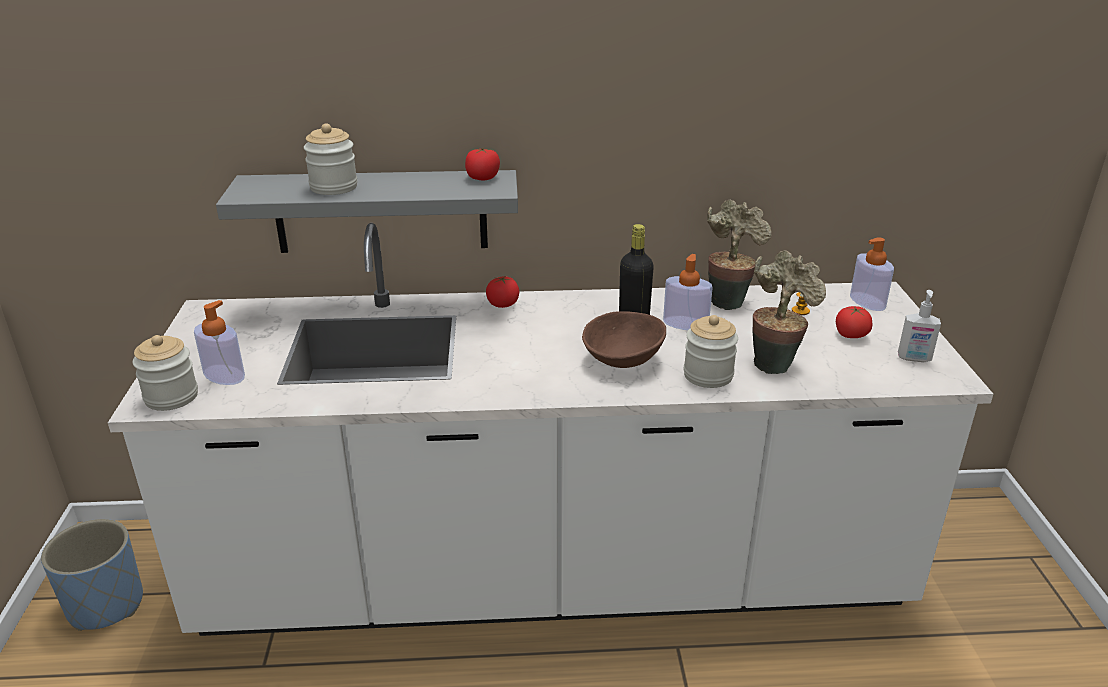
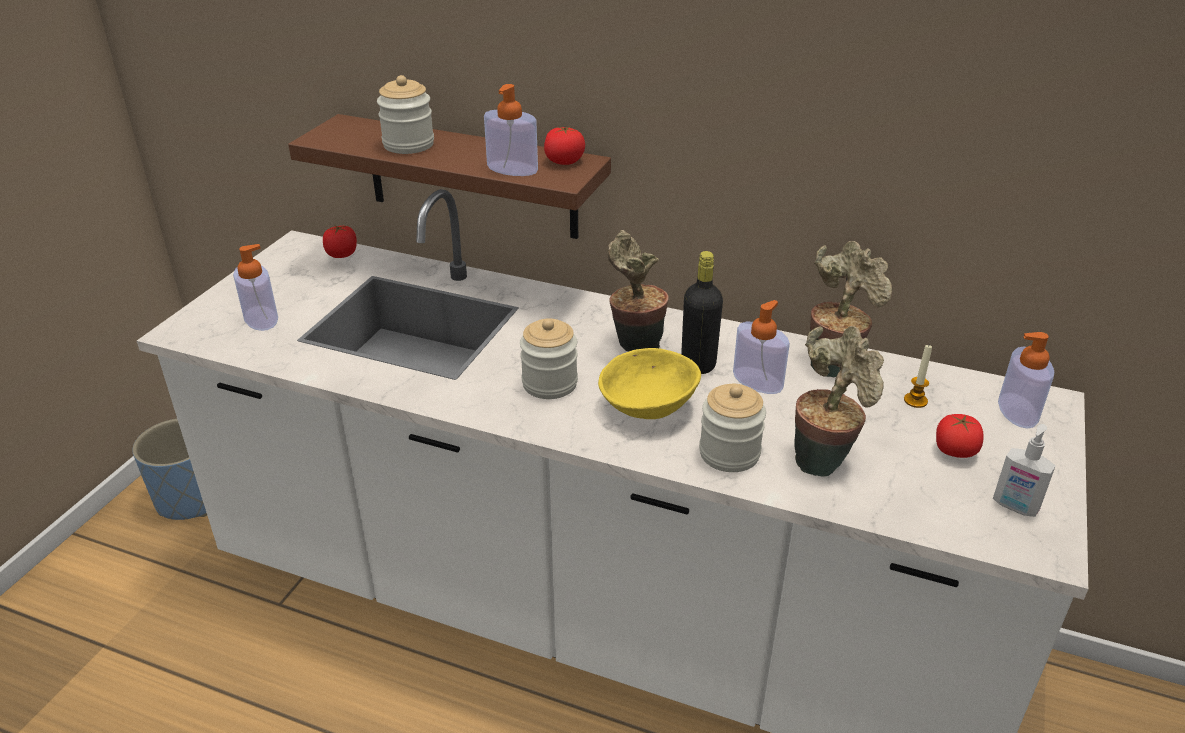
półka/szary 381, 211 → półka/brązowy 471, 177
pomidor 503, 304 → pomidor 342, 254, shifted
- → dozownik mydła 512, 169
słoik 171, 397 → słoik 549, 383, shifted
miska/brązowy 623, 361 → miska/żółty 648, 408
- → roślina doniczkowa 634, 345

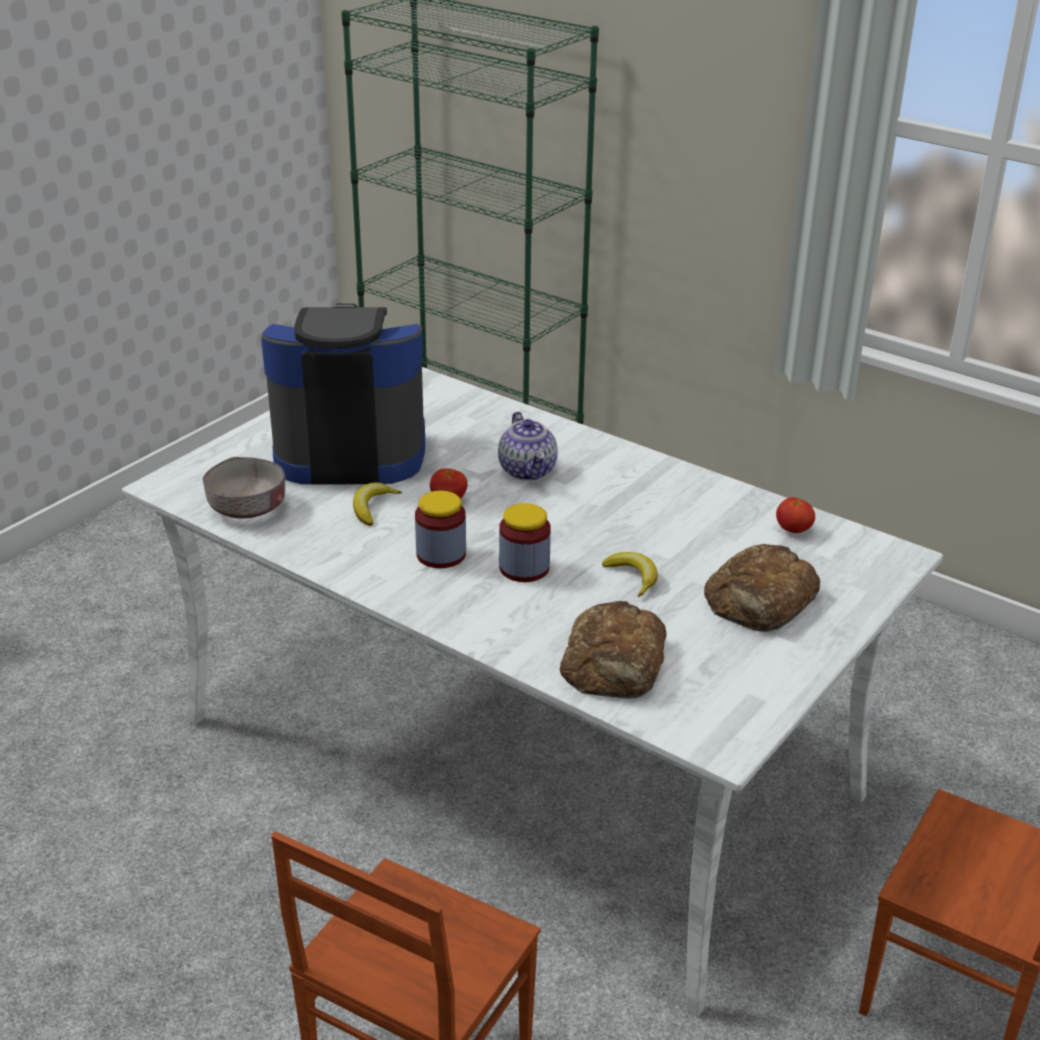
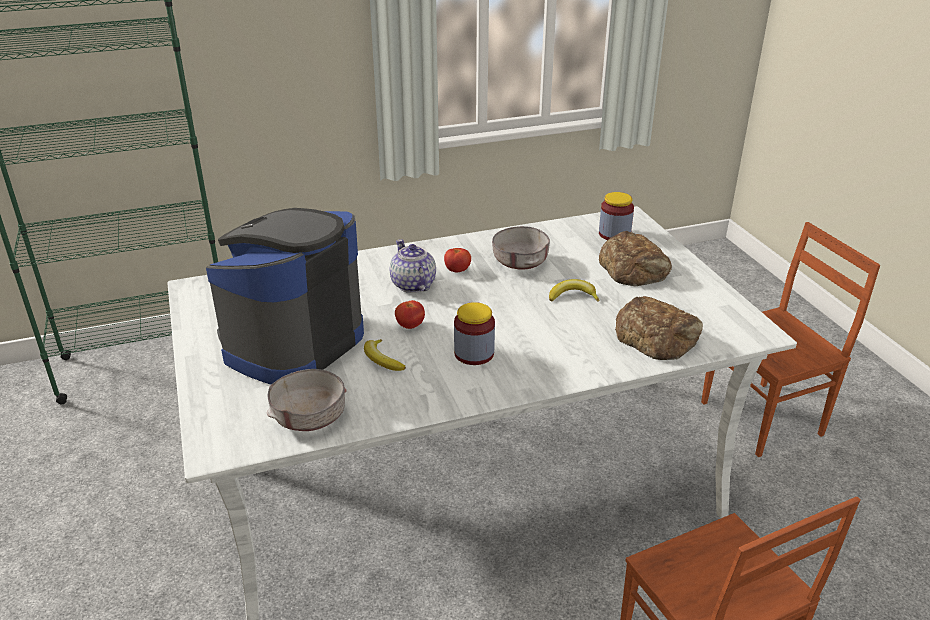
imbryk 528, 471 → imbryk 412, 284, 135 degrees counterclockwise
pomidor 793, 530 → pomidor 457, 271, shifted
- → miska/szary 520, 262
słoik 524, 568 → słoik 614, 234, shifted

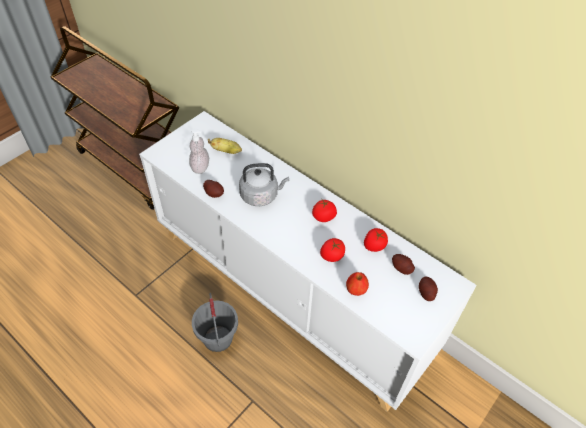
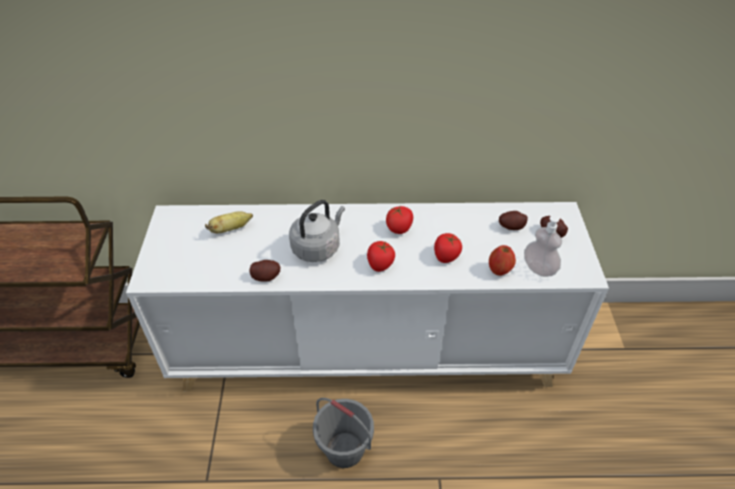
pomidor 374, 246 → pomidor 380, 264, shifted
dozownik mydła 200, 167 → dozownik mydła 539, 268, shifted

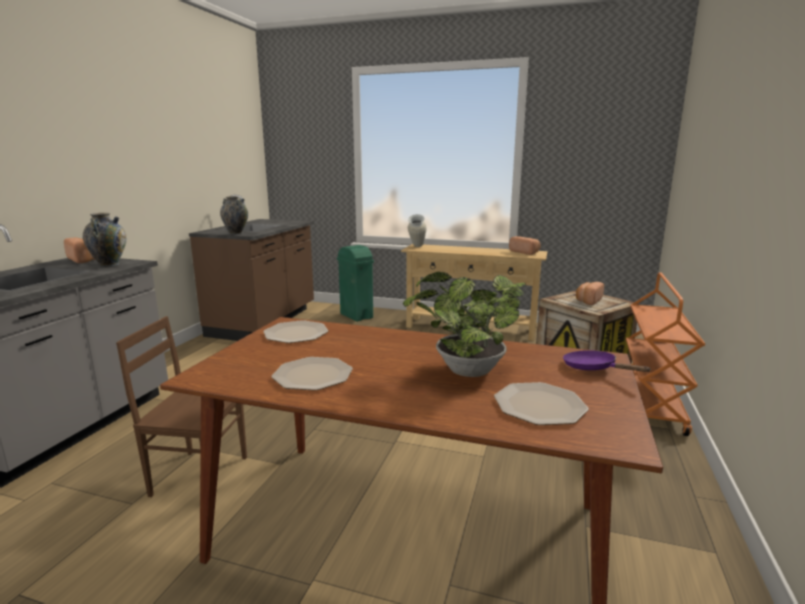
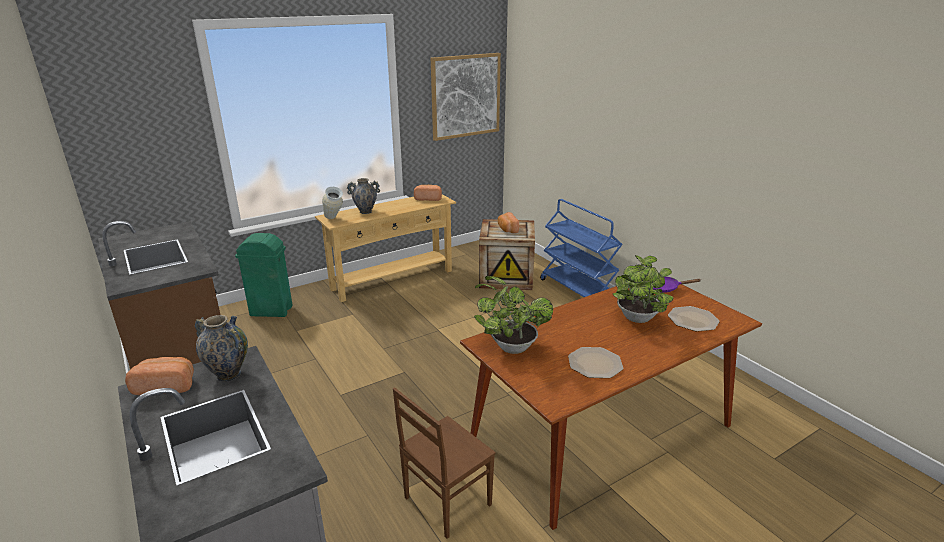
wazon 236, 233 → wazon 365, 212, shifted
- → obraz 465, 96
talerz 295, 333 → roślina doniczkowa 510, 346
wózek/pomarańczowy 651, 406 → wózek/niebieski 577, 290

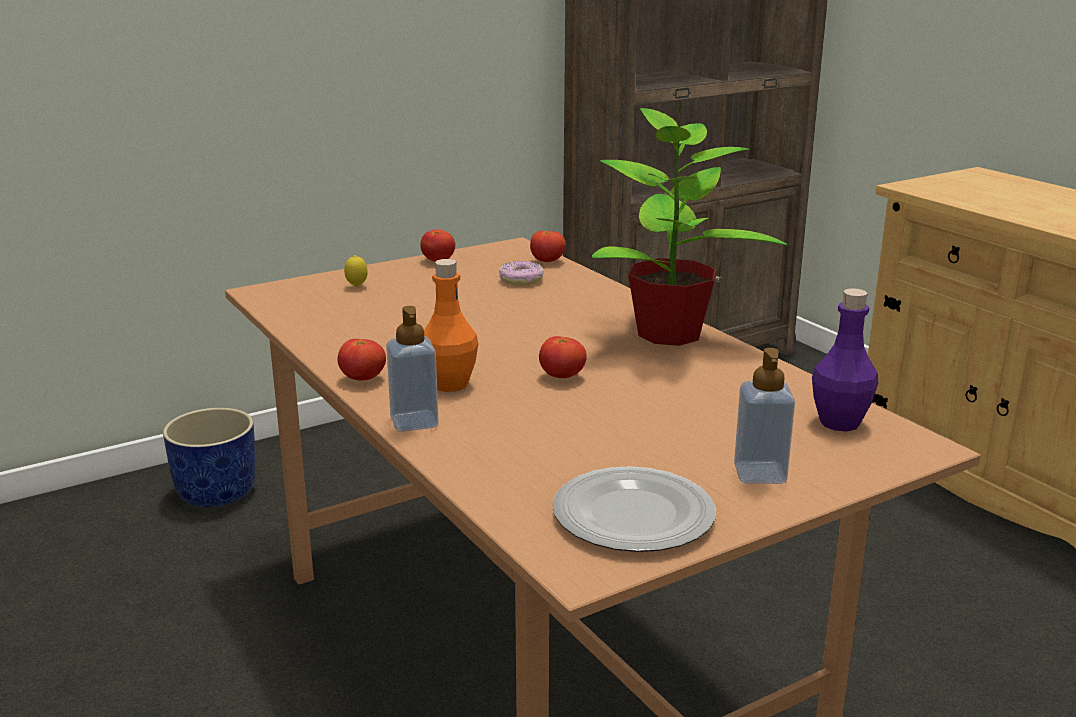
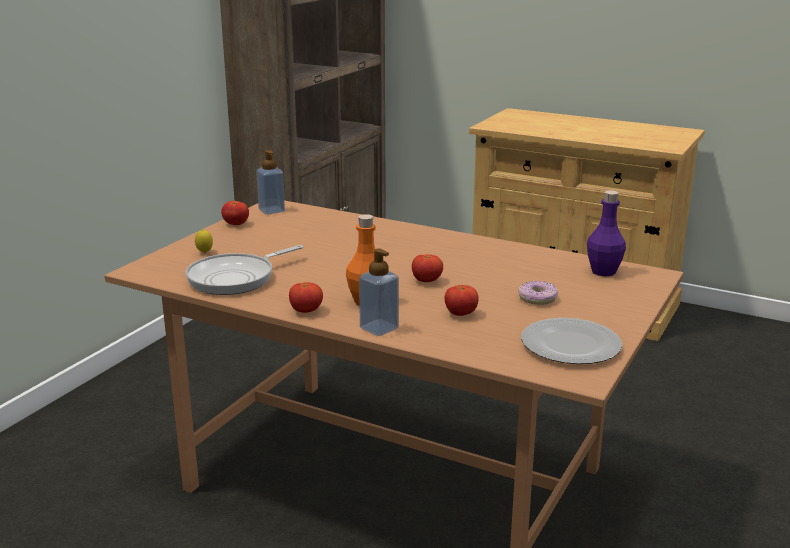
- → patelnia 236, 278
dozownik mydła 760, 473 → dozownik mydła 271, 210, shifted
pomidor 547, 261 → pomidor 461, 314, shifted
donut 521, 280 → donut 538, 299, shifted
donica/niebieski 218, 492 → -
roślina doniczkowa 670, 334 → -

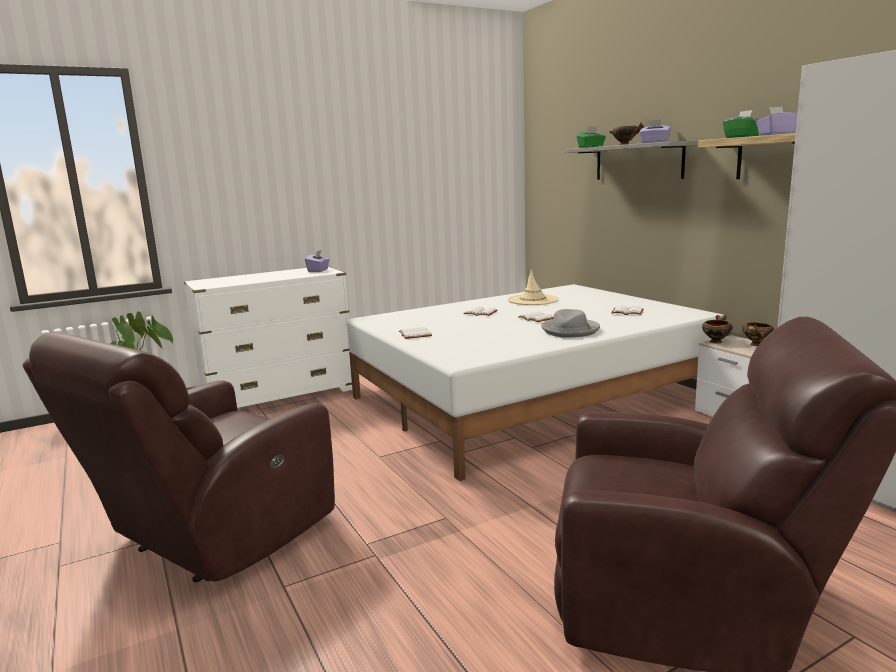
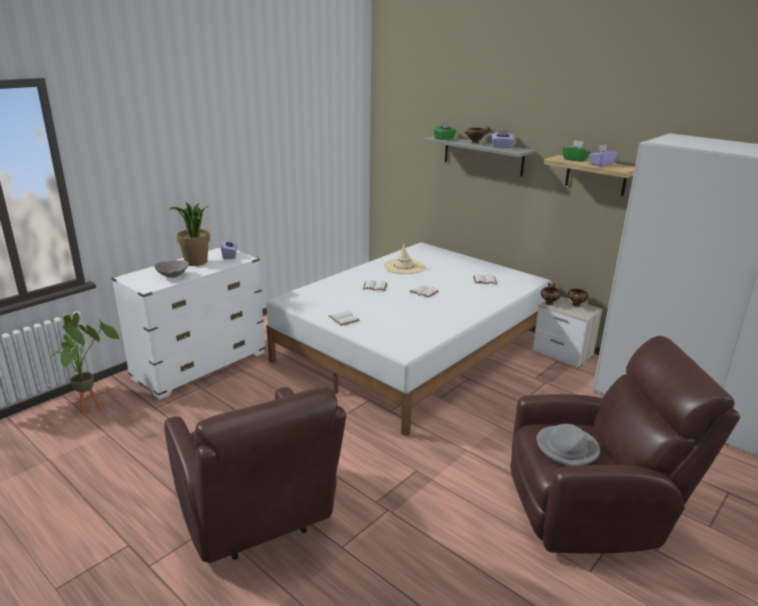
- → miska/szary 172, 276
fotel/brązowy 212, 539 → fotel/brązowy 257, 519, 45 degrees counterclockwise
- → roślina doniczkowa 196, 262
kapelusz/szary 570, 330 → kapelusz/szary 567, 448, shifted

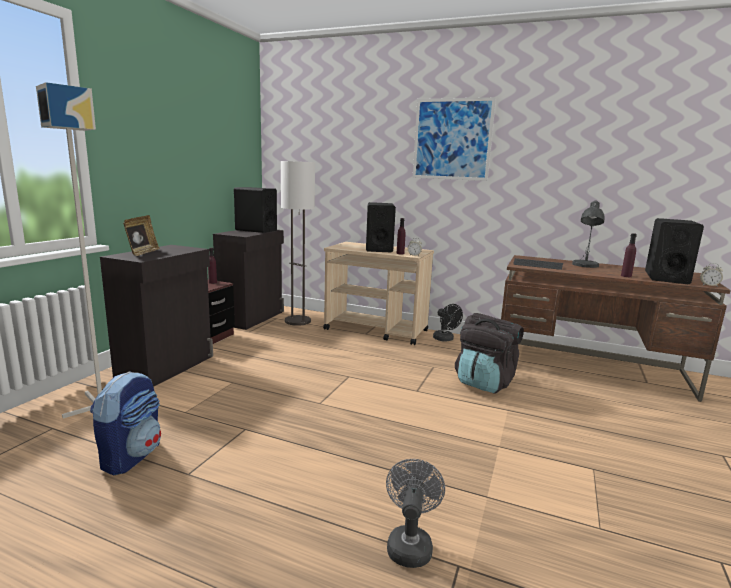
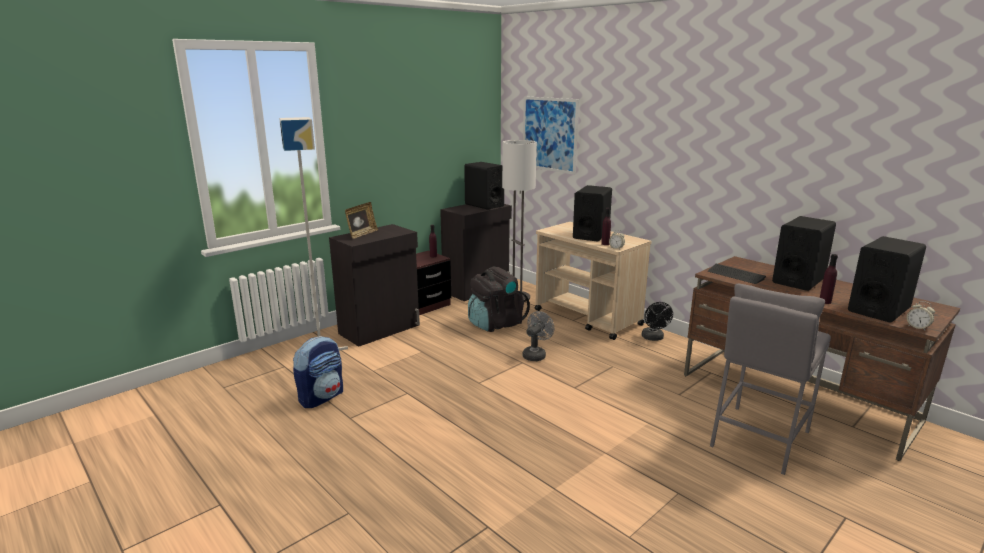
plecak/czarny 485, 382 → plecak/czarny 495, 324, shifted
wentylator/szary 410, 544 → wentylator/szary 536, 354, shifted
obraz 452, 139 → obraz 549, 134, shifted
- → stołek/szary 758, 438
lampa stołowa/szary 584, 265 → głośnik/czarny 798, 280

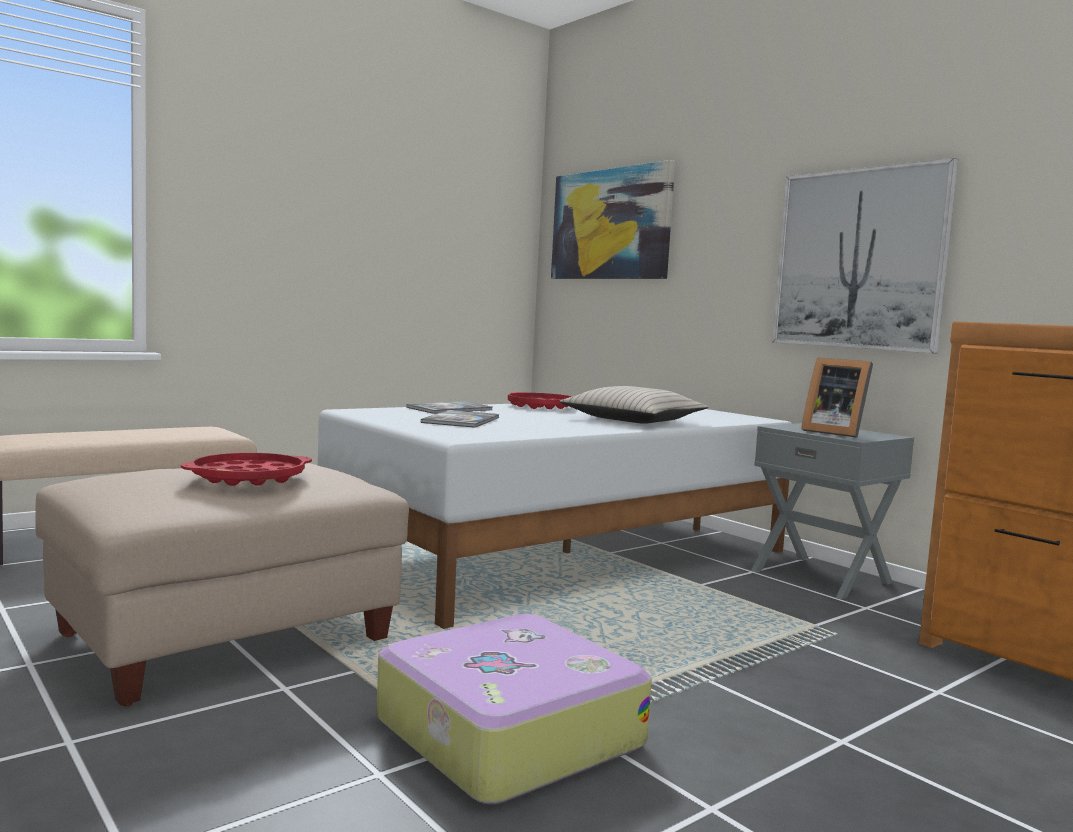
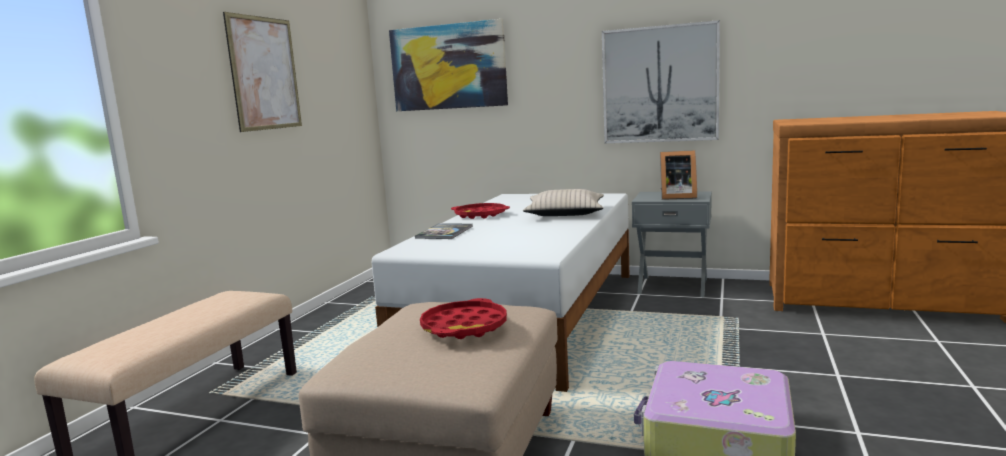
- → obraz 265, 73
książka 461, 420 → -

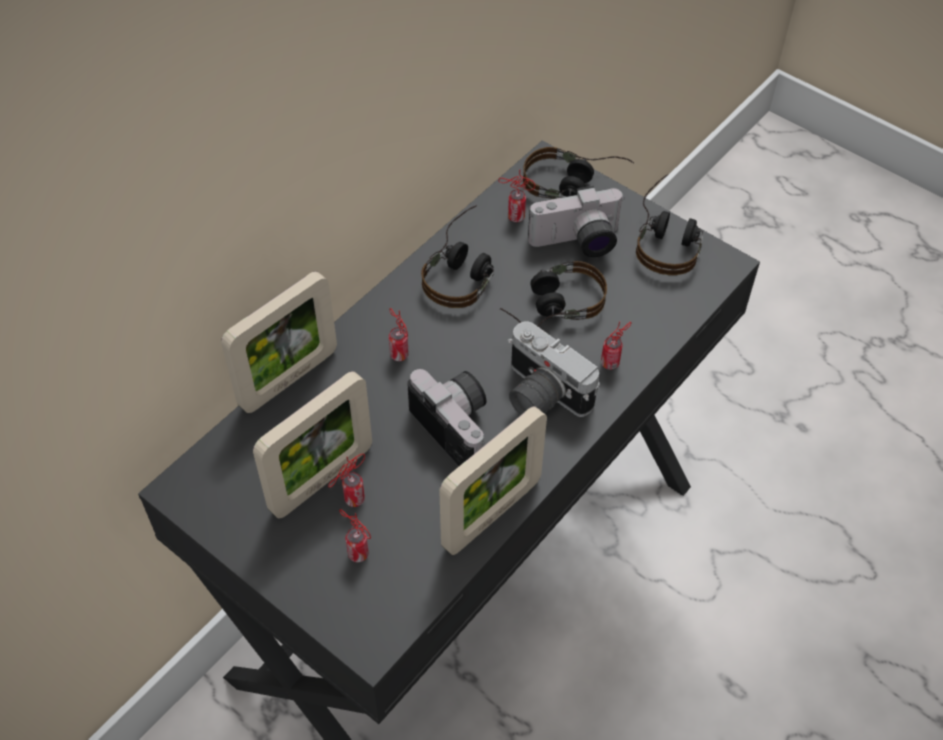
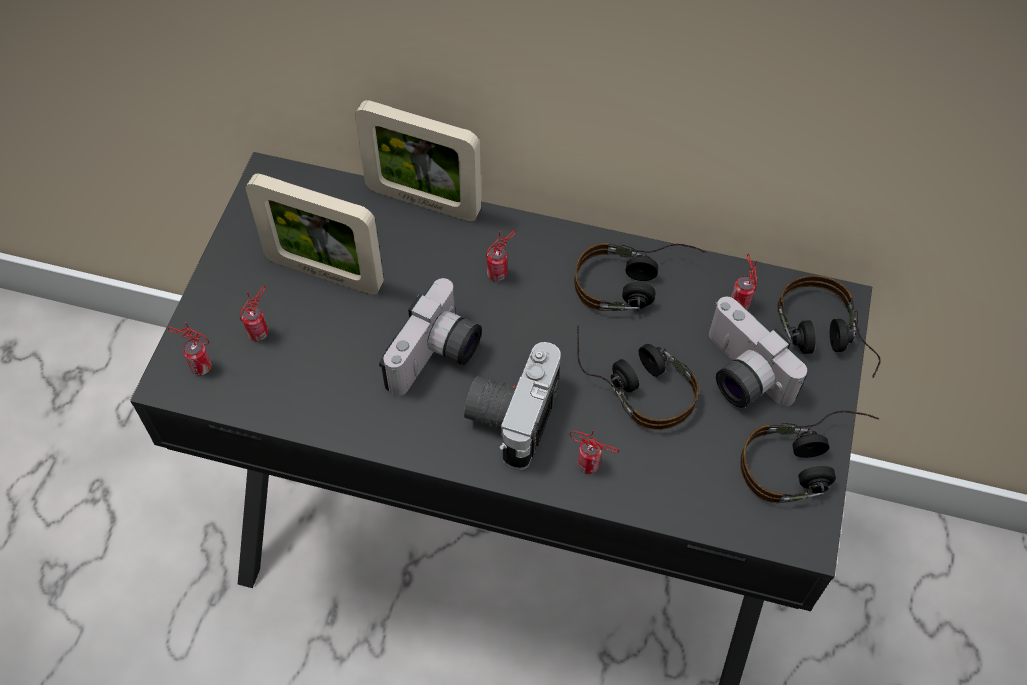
puszka 352, 501 → puszka 199, 366, shifted
ramka na zdjęcie 491, 514 → -

